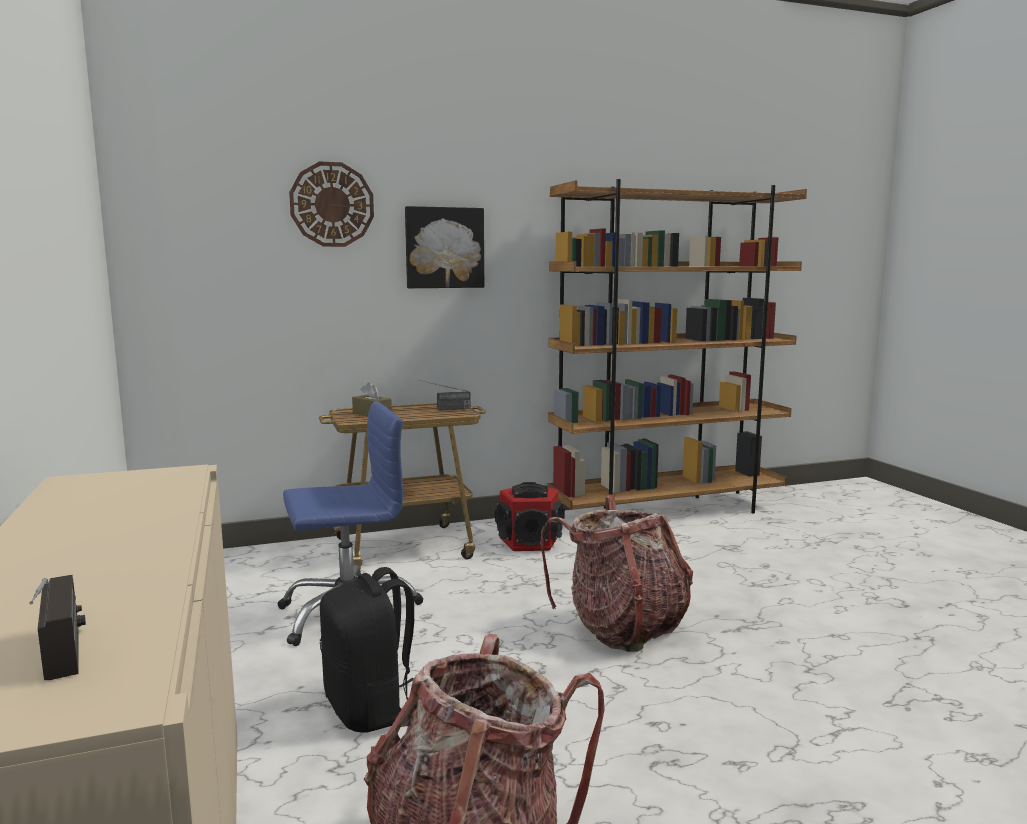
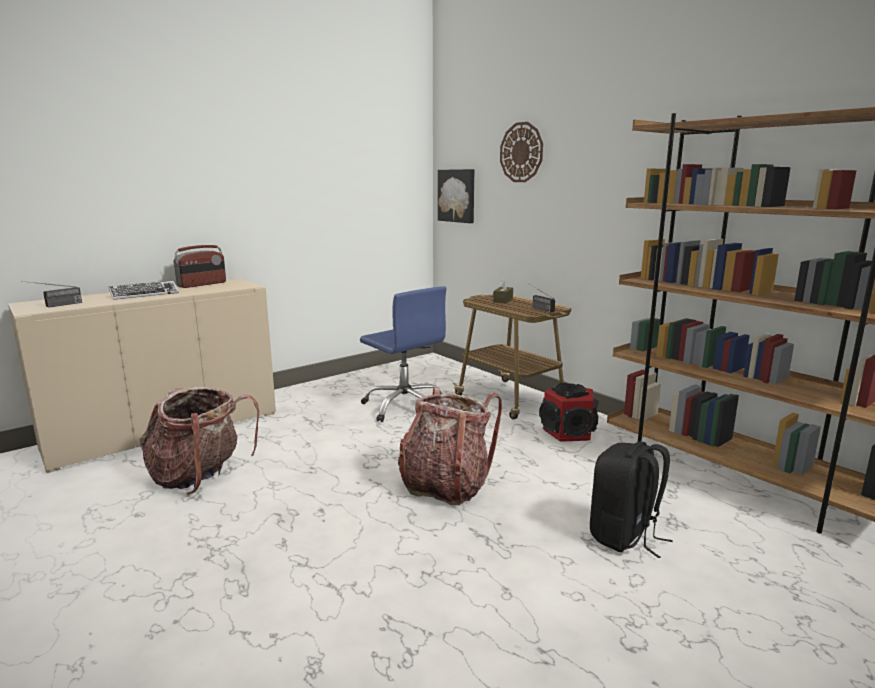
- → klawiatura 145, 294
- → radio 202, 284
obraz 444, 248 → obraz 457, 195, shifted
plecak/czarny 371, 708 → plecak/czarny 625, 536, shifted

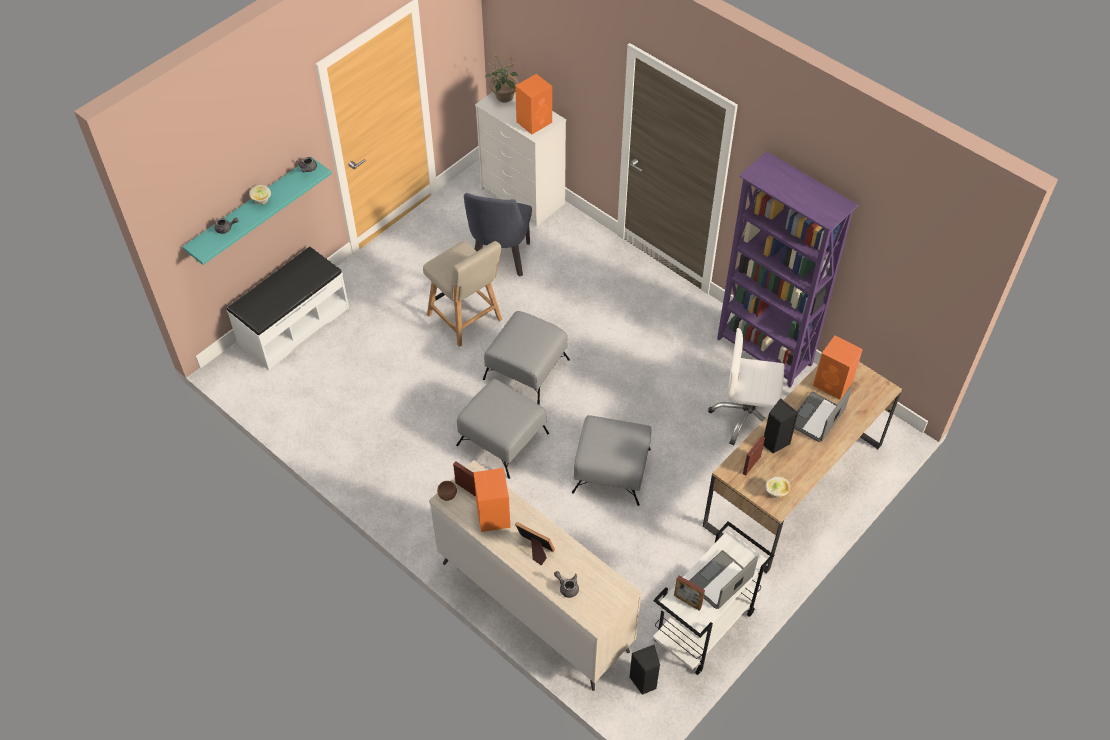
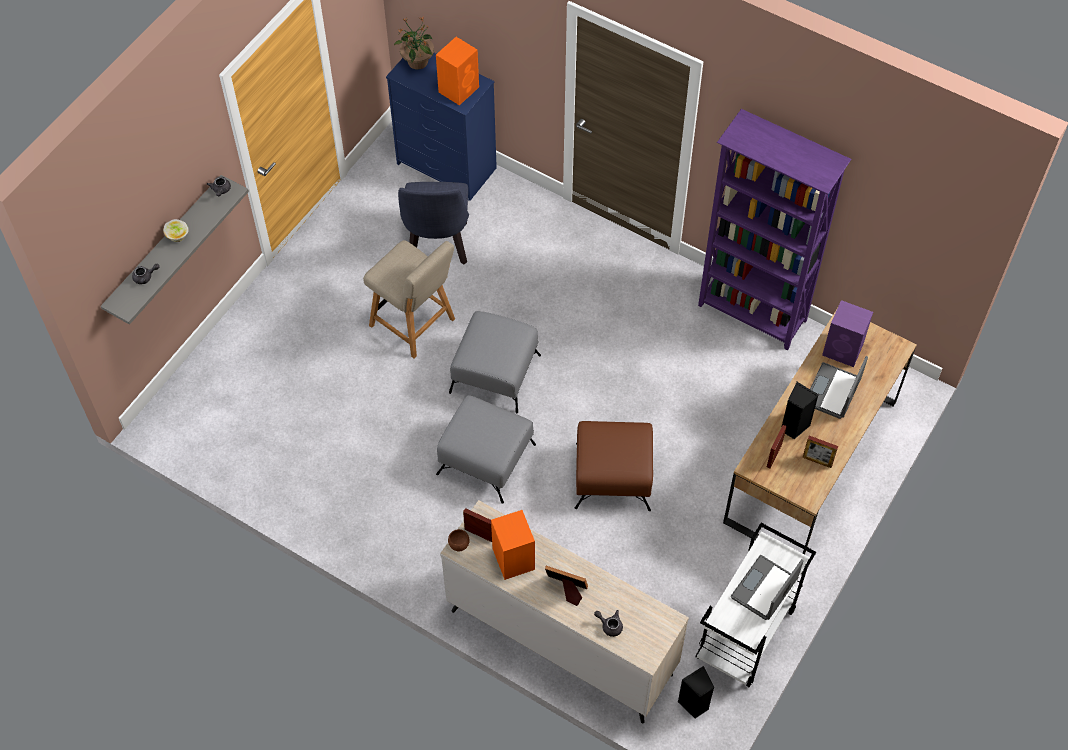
półka/turkusowy 251, 211 → półka/szary 165, 249
komoda/biały 523, 196 → komoda/niebieski 447, 166
pufa/szary 612, 471 → pufa/brązowy 613, 476
ramka na zdjęcie 687, 601 → ramka na zdjęcie 817, 461, shifted
głośnik/pomarańczowy 833, 384 → głośnik/fioletowy 843, 350
ławka/biały 293, 325 → -
krzesło biurowe/biały 746, 417 → -
miska 776, 493 → -

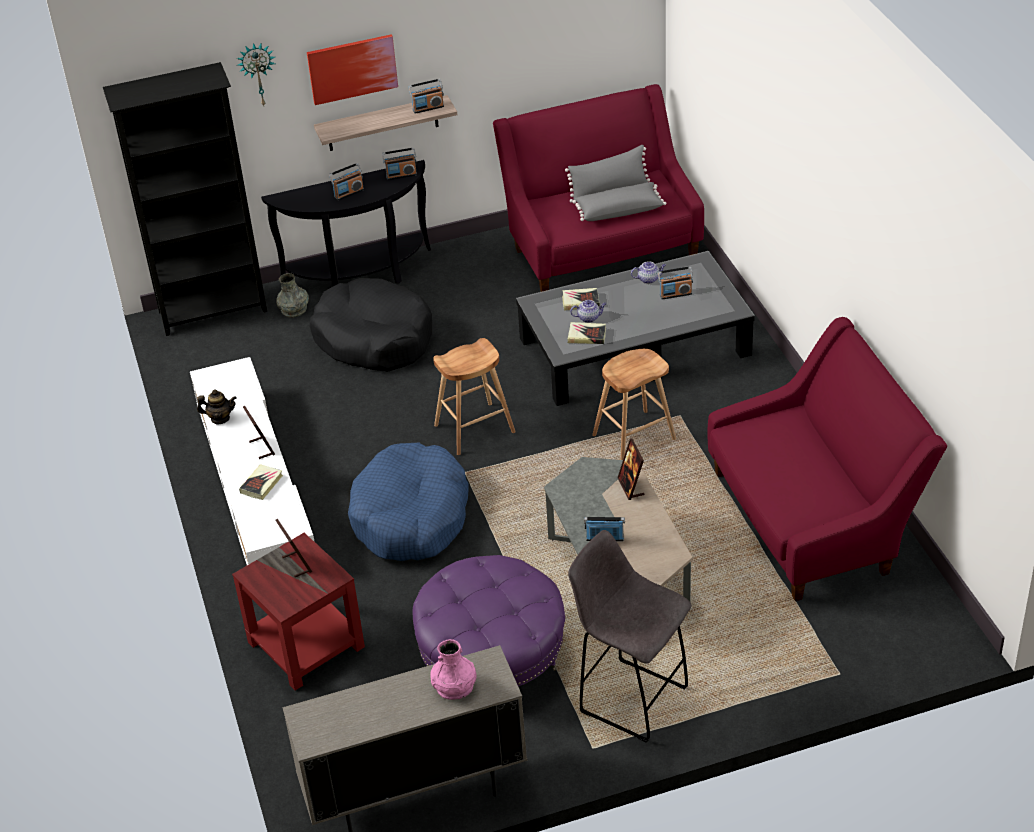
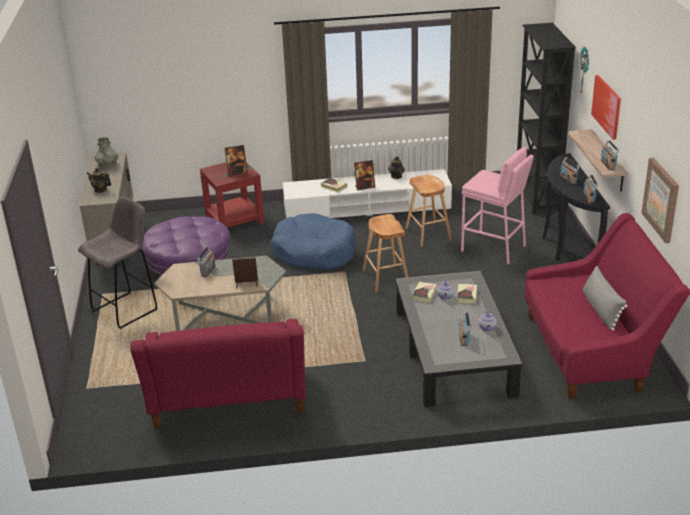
wazon/różowy 455, 687 → imbryk 100, 190
wazon/szary 294, 309 → wazon/szary 107, 165, shifted
stołek/brązowy 633, 437 → stołek/brązowy 428, 234, shifted
legowisko/czarny 374, 338 → stołek/różowy 493, 248
- → obraz 661, 199
poduszka/szary 619, 210 → -

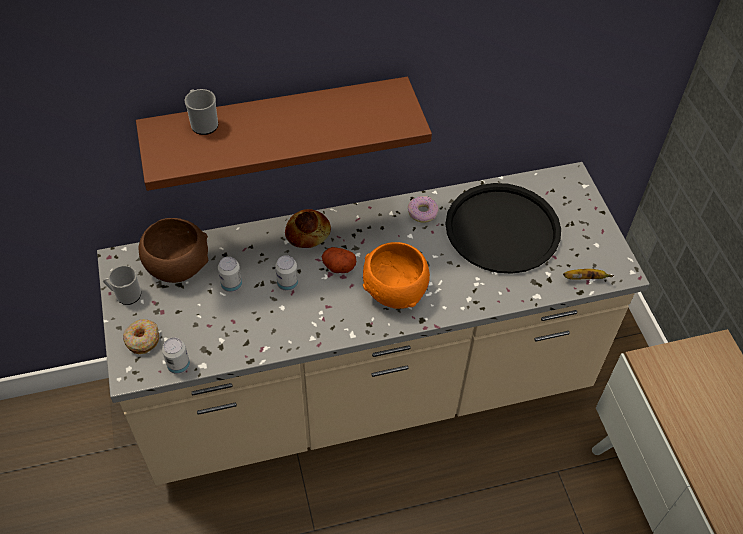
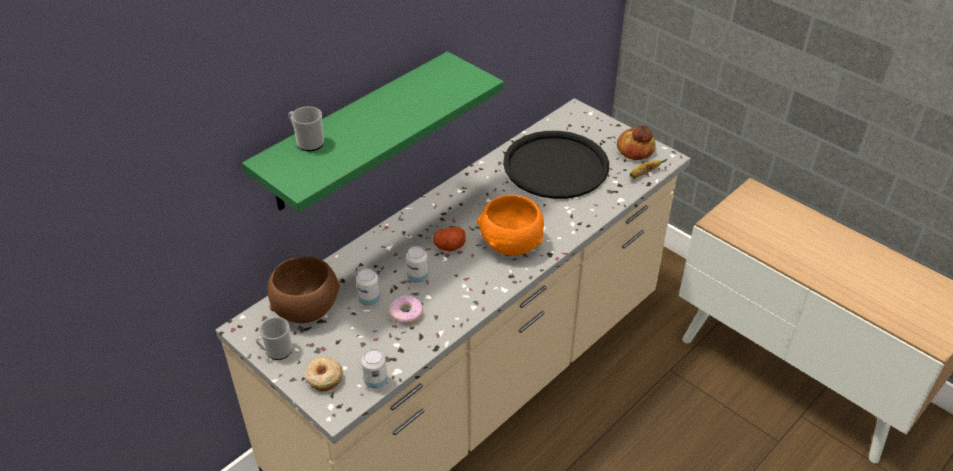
półka/brązowy 277, 125 → półka/zielony 355, 133
donut 422, 213 → donut 406, 314, shifted
chleb 307, 233 → chleb 635, 149, shifted

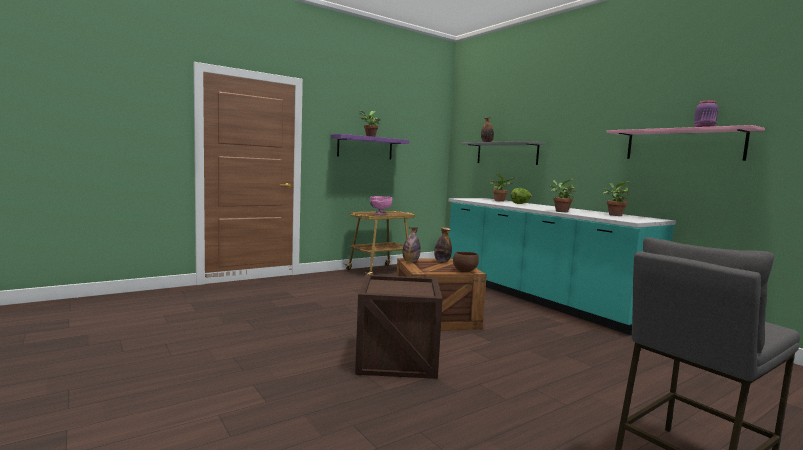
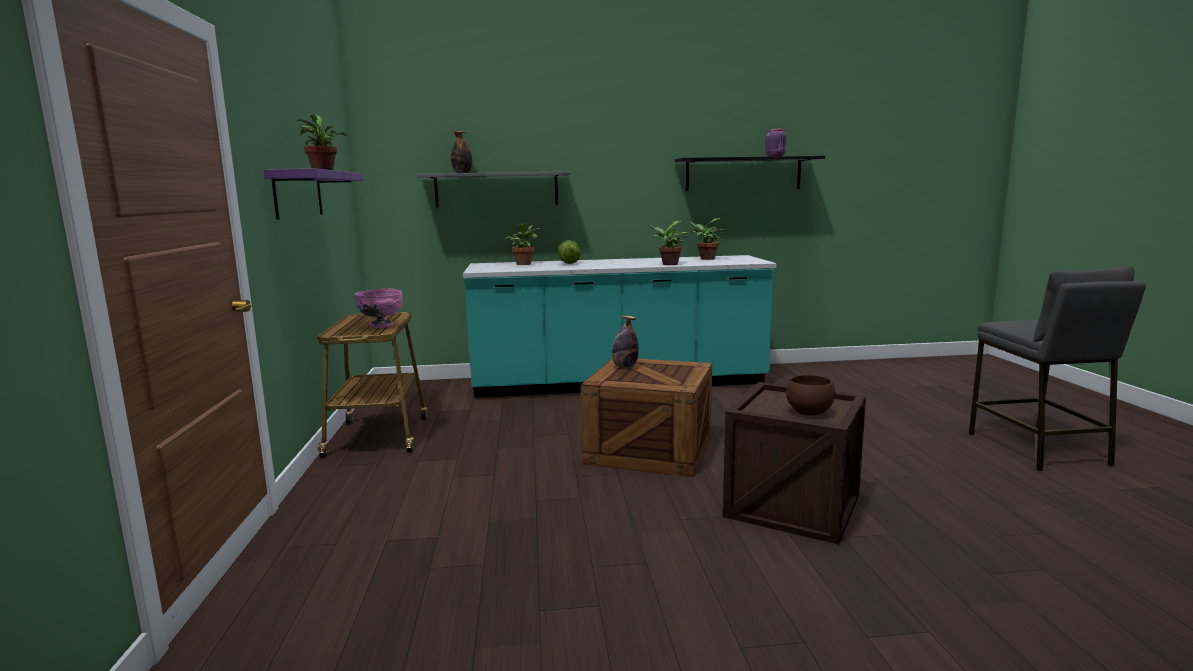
półka/różowy 682, 145 → półka/czarny 743, 174
miska/brązowy 464, 271 → miska/brązowy 808, 412, shifted
butelka 410, 261 → -

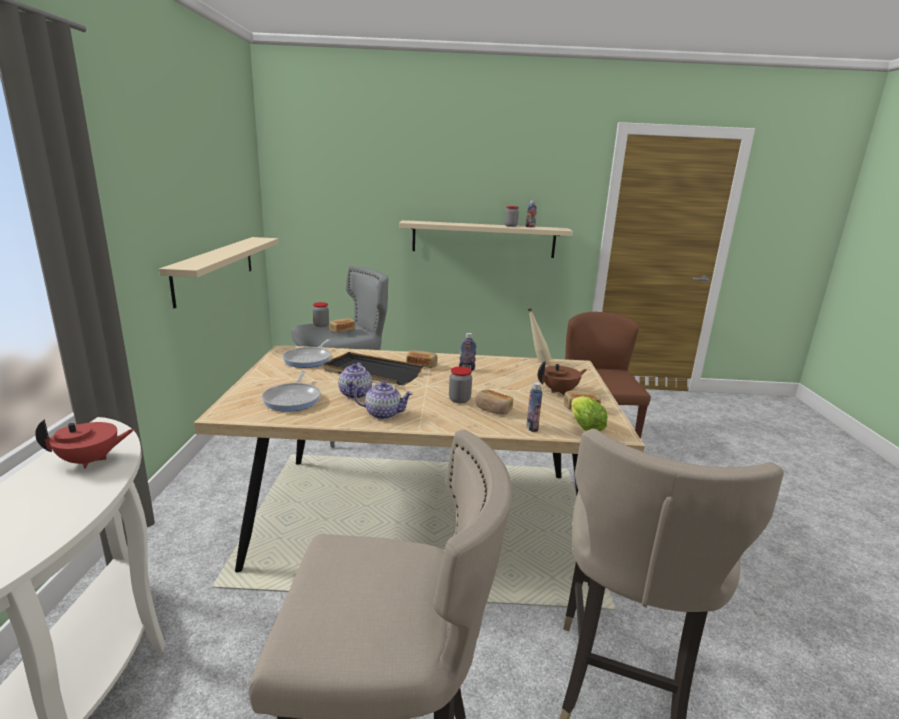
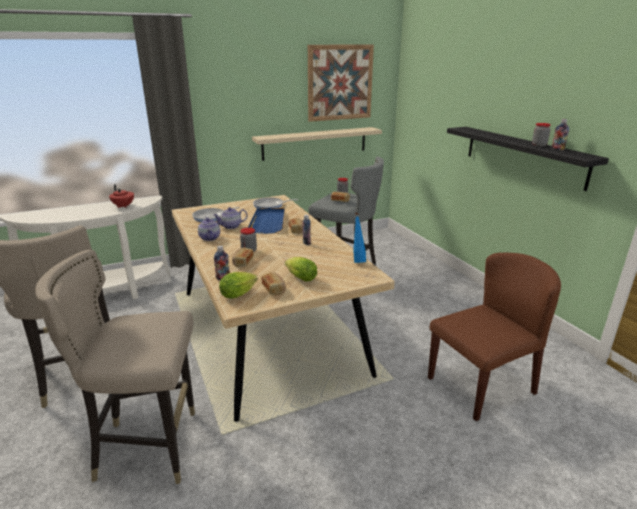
taca/czarny 372, 372 → taca/niebieski 268, 222
imbryk/brązowy 560, 391 → sałata 299, 278
- → obraz 340, 83
butelka/beżowy 536, 361 → butelka/niebieski 358, 261
półka/beżowy 483, 239 → półka/czarny 522, 155

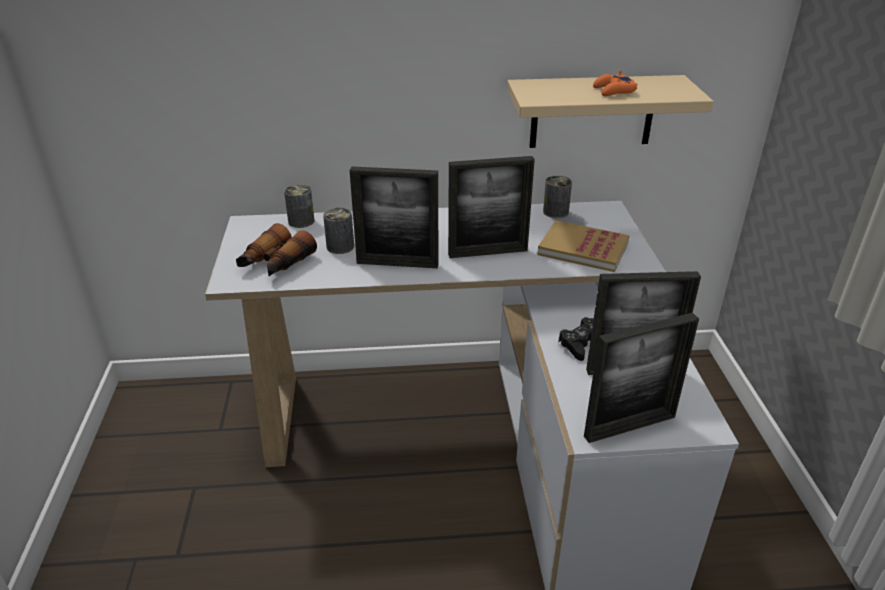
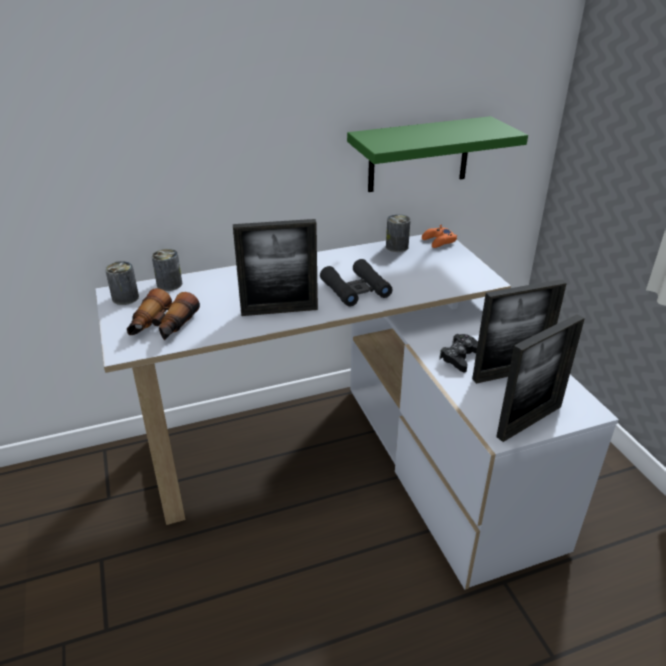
puszka 340, 246 → puszka 125, 298, shifted
ramka na zdjęcie 488, 252 → lornetka/czarny 355, 289
półka/beżowy 592, 112 → półka/zielony 419, 155
pad do gier/pomarańczowy 614, 91 → pad do gier/pomarańczowy 438, 241, shifted
książka 583, 249 → -

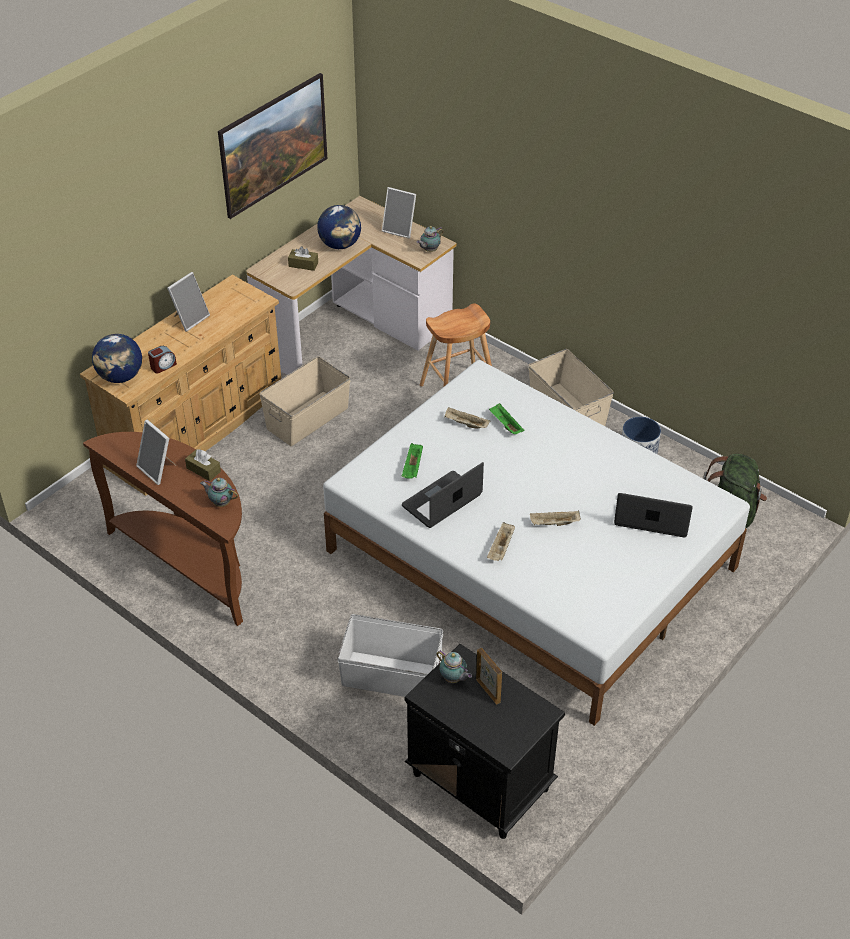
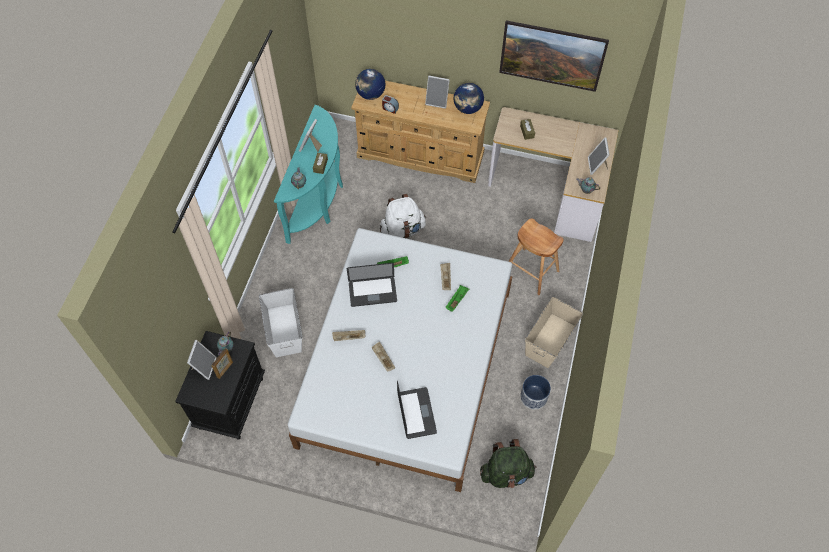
- → ramka na zdjęcie 204, 366
stolik konsolowy/brązowy 190, 563 → stolik konsolowy/turkusowy 318, 201
laptop 442, 501 → laptop 372, 292, 150 degrees clockwise
- → plecak/biały 402, 230
globus 340, 245 → globus 468, 108, shifted
pojemnik do przechowywania/beżowy 308, 418 → -

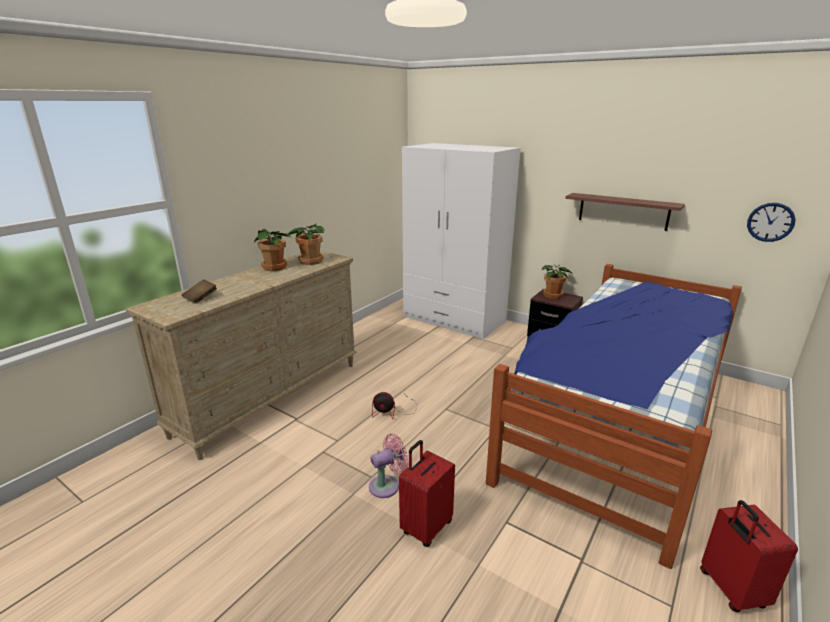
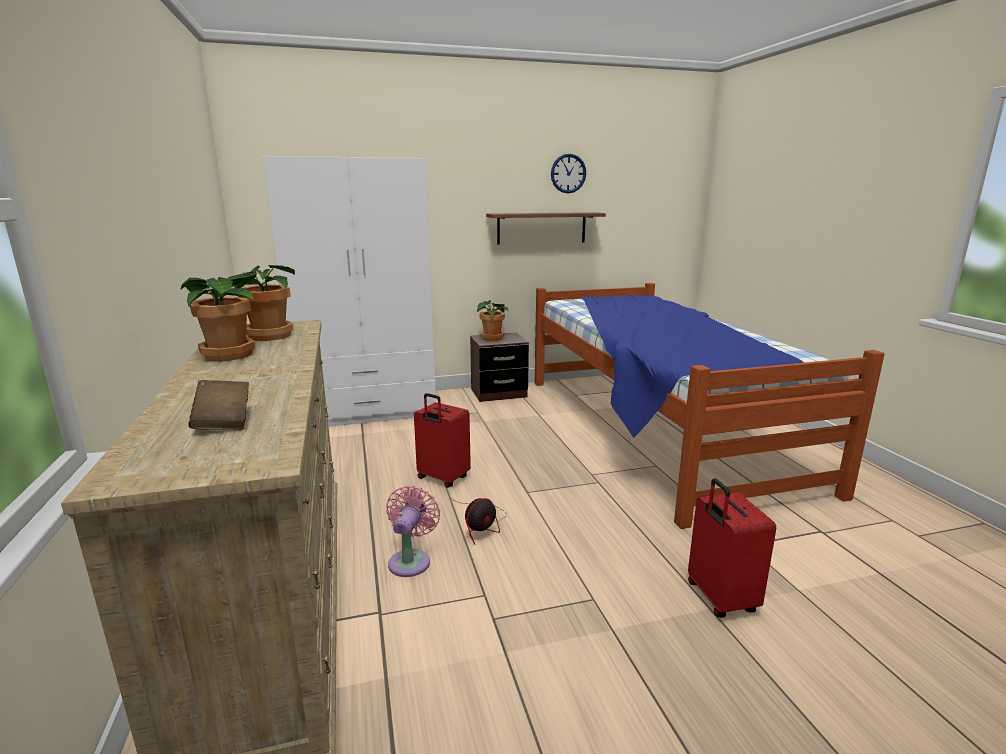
wentylator/różowy 387, 485 → wentylator/różowy 411, 560, shifted
walizka/czerwony 730, 590 → walizka/czerwony 442, 478, shifted
zegar ścienny 770, 222 → zegar ścienny 568, 173, shifted

